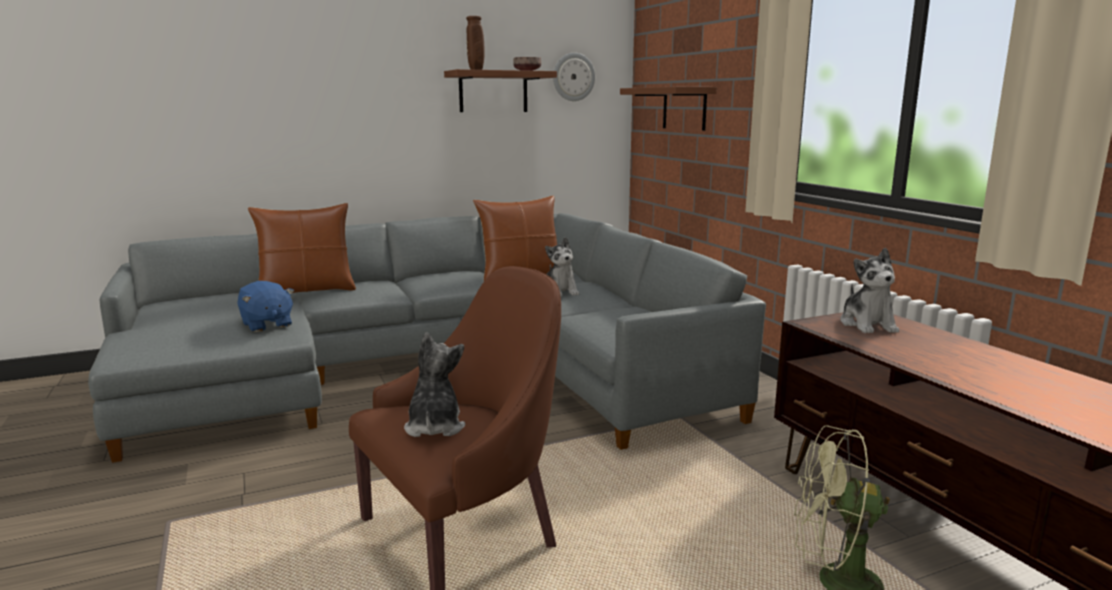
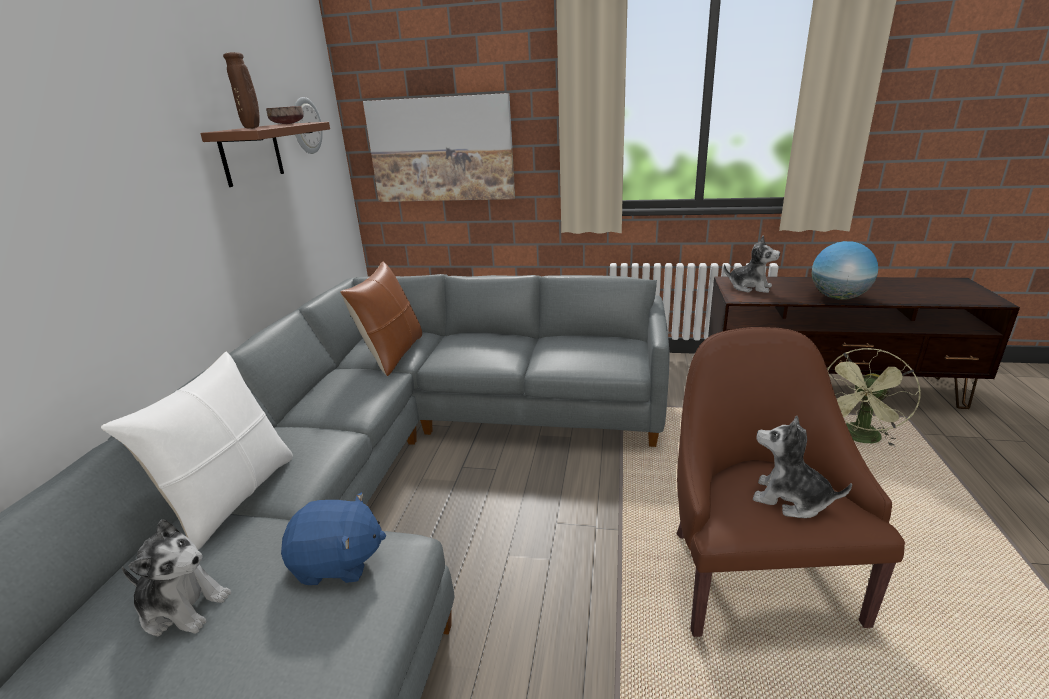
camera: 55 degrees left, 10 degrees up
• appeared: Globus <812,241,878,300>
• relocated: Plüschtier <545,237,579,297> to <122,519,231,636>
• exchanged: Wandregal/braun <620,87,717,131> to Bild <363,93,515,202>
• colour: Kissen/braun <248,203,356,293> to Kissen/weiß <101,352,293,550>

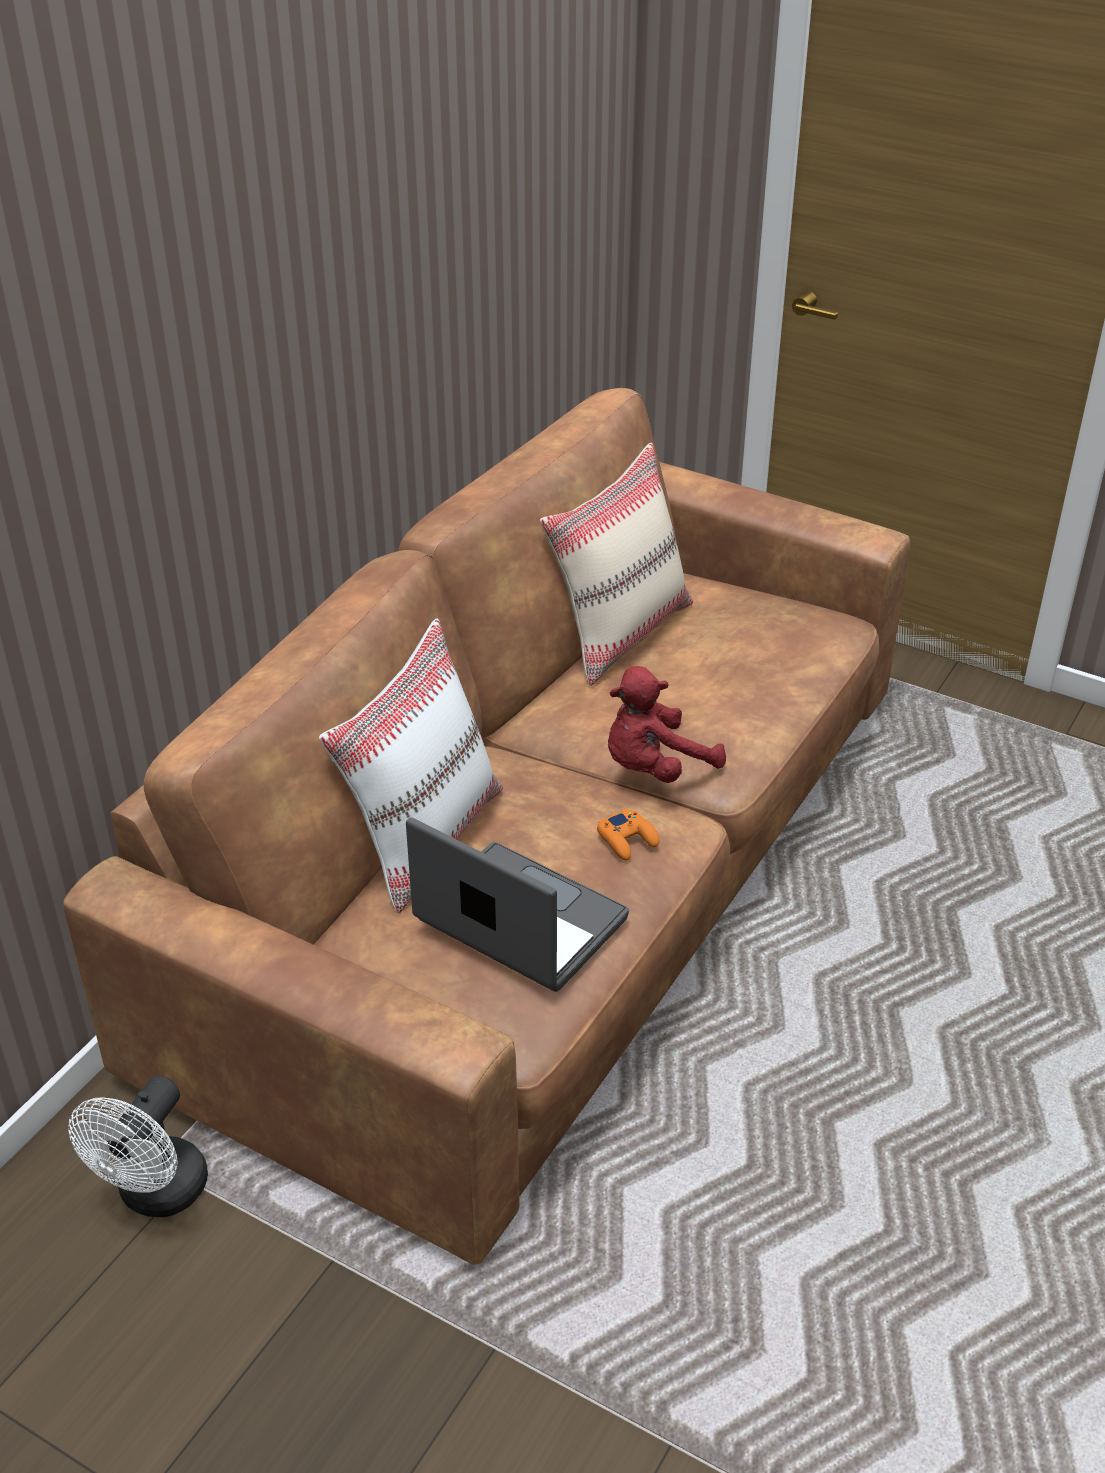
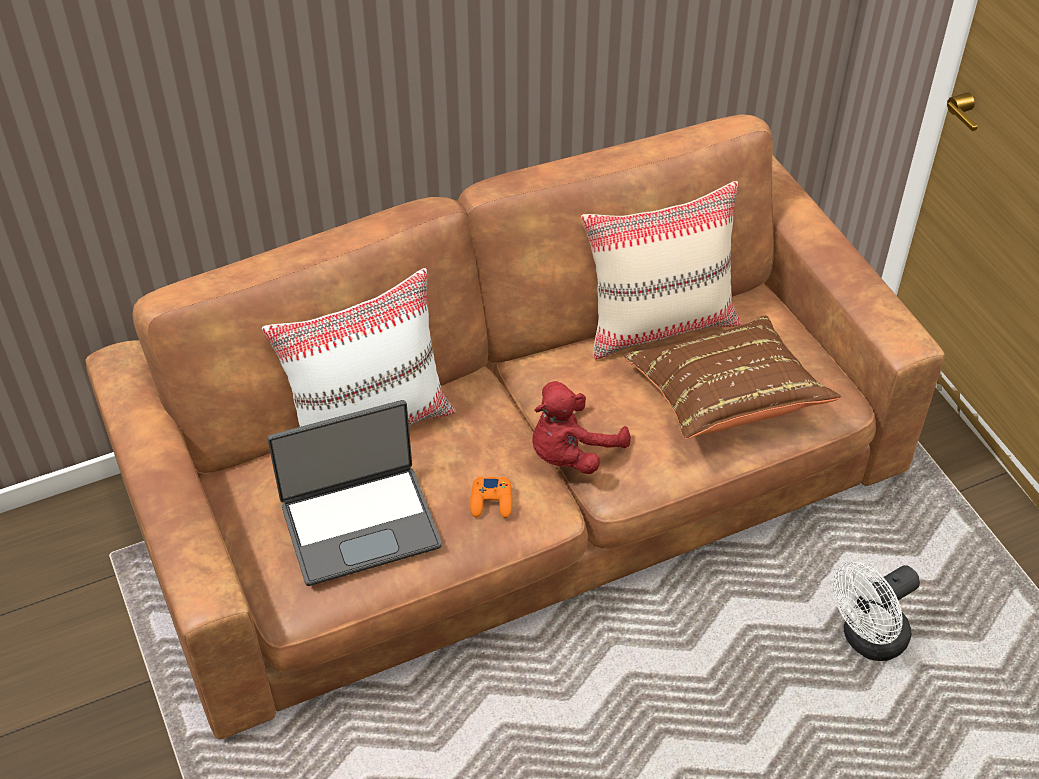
camera: 35 degrees right, 10 degrees up
• appeared: Kissen/braun <623,316,841,439>
• relocated: Ventilator/weiß <68,1076,208,1217> to <833,562,920,661>
• spun: Laptop <406,817,629,992> = <267,400,442,586> 90 degrees clockwise
• spun: Plüschtier/rot <608,666,726,783> = <532,381,631,474> 45 degrees counterclockwise

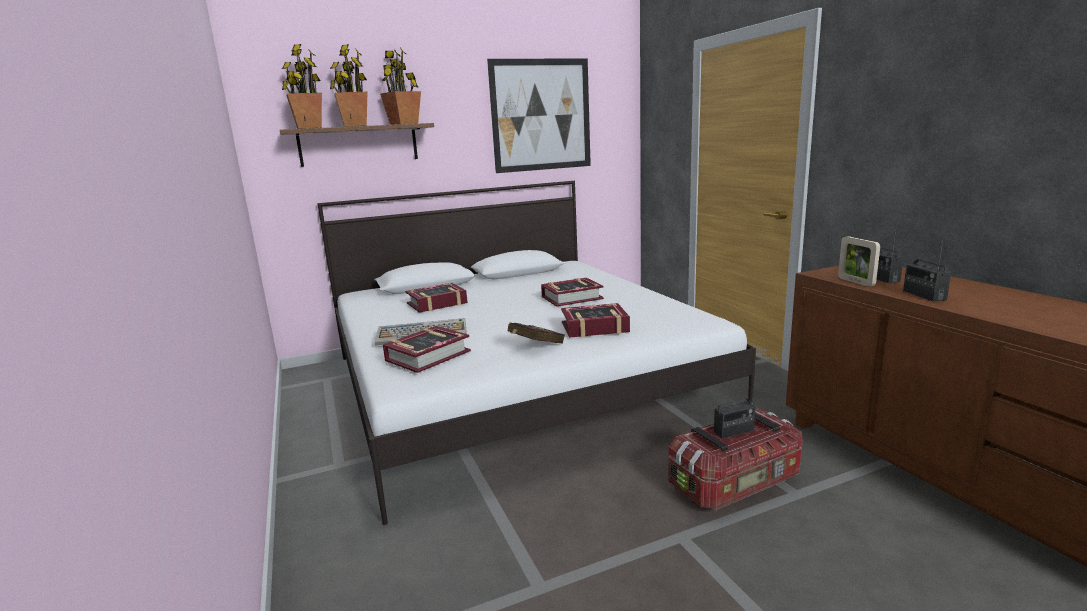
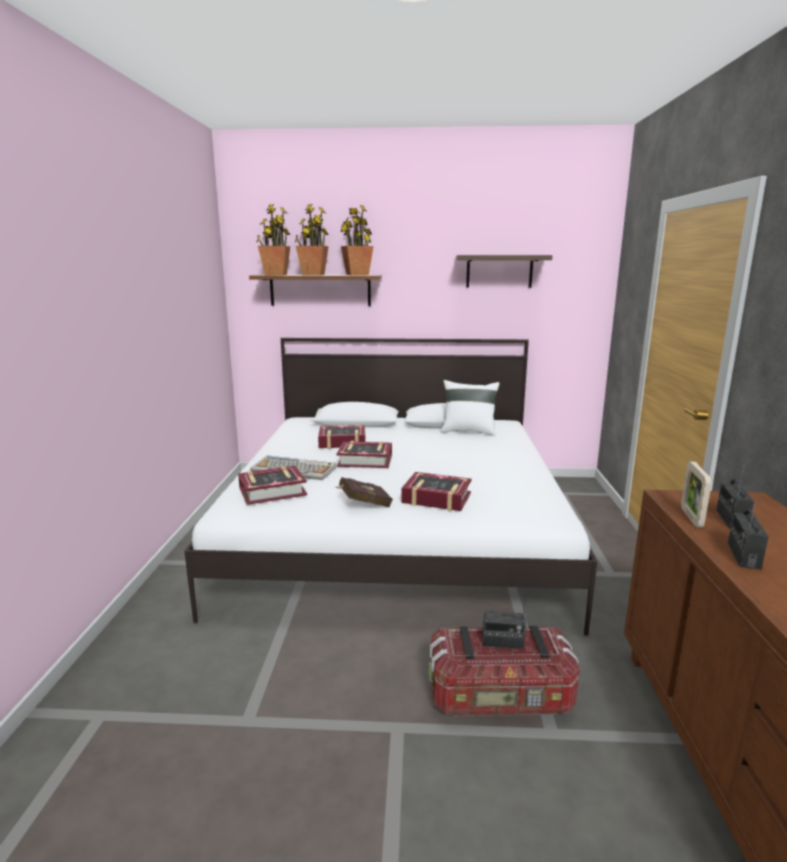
camera: 25 degrees right, 0 degrees up
• appeared: Kissen/weiß <441,380,499,436>
• relocated: Buch <541,278,604,307> to <337,441,392,468>
• exchanged: Bild <487,58,591,173> to Wandregal <456,255,552,288>

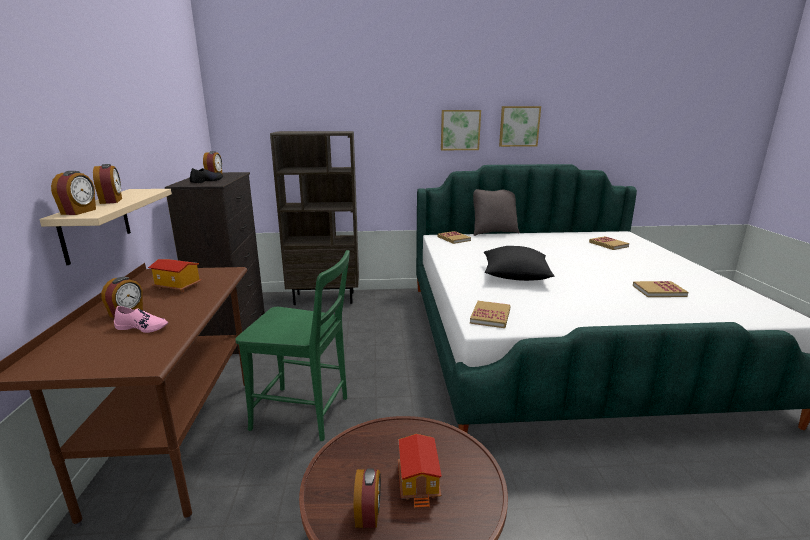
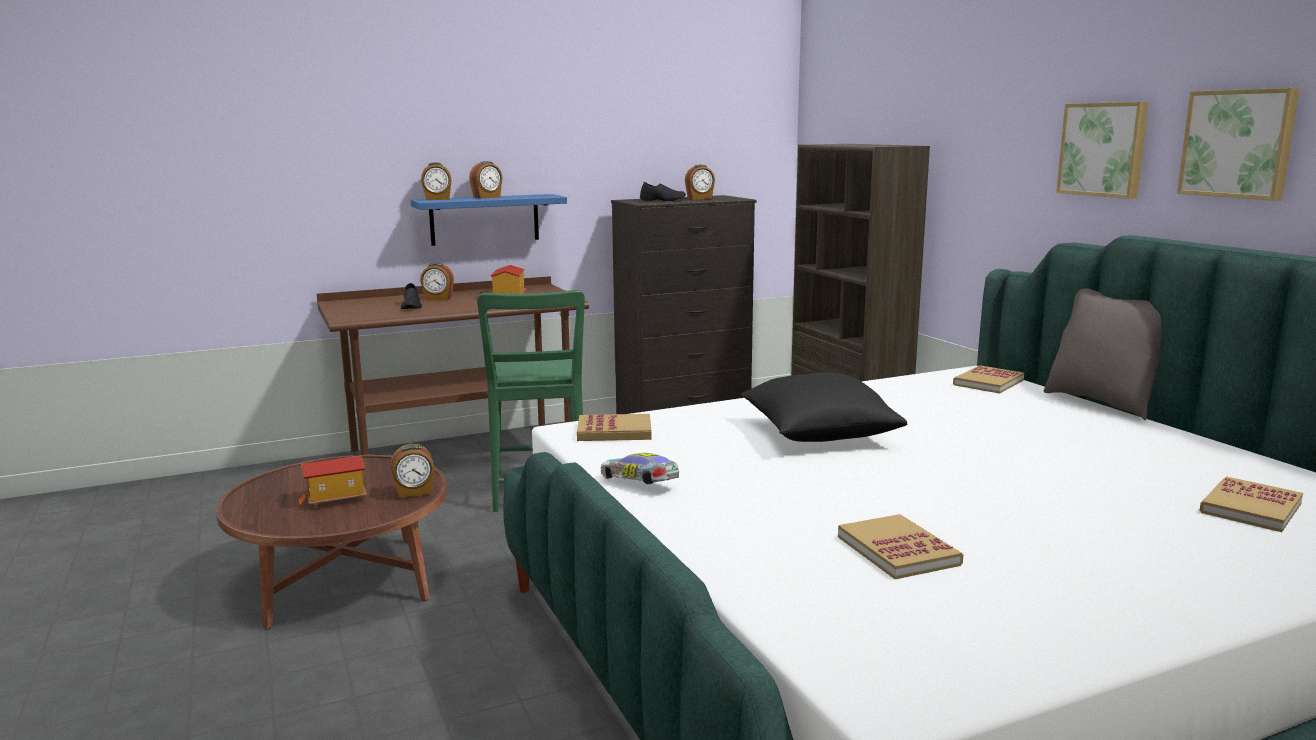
camera: 70 degrees right, 5 degrees down
• appeared: Spielzeugauto <601,453,679,484>
• relocated: Wecker <354,469,381,528> to <391,444,435,498>
• colour: Wandregal/beige <39,189,172,265> to Wandregal/blau <410,194,567,246>
• colour: Schuh/rosa <114,306,168,333> to Schuh/schwarz <401,283,422,309>

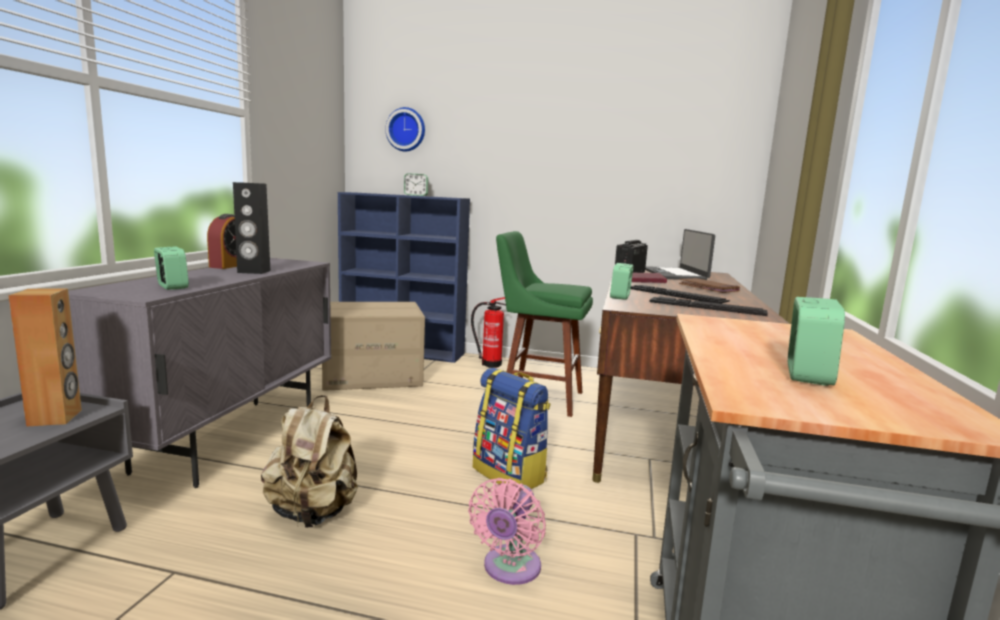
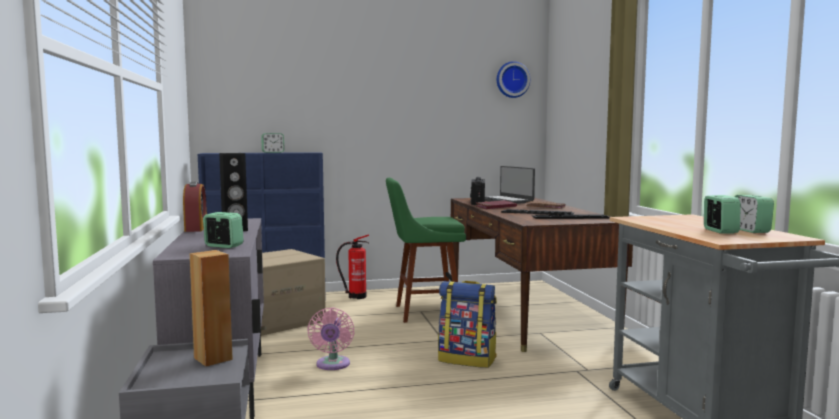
camera: 25 degrees left, 5 degrees down
• missing: Rucksack/beige <261,395,358,528>
• relocated: Wanduhr <385,107,425,151> to <497,61,530,98>
• relocated: Ventilator/rosa <468,478,546,585> to <307,308,354,370>
• relocated: Wecker <610,263,633,300> to <735,195,774,233>

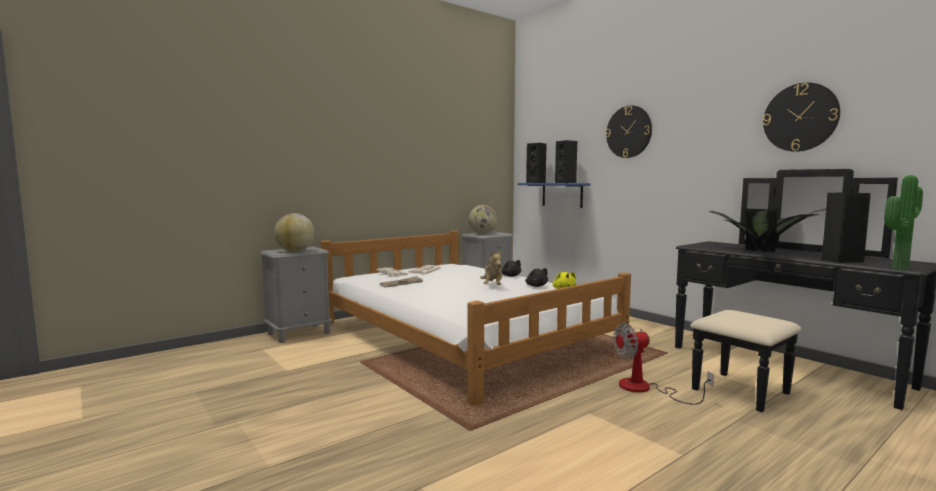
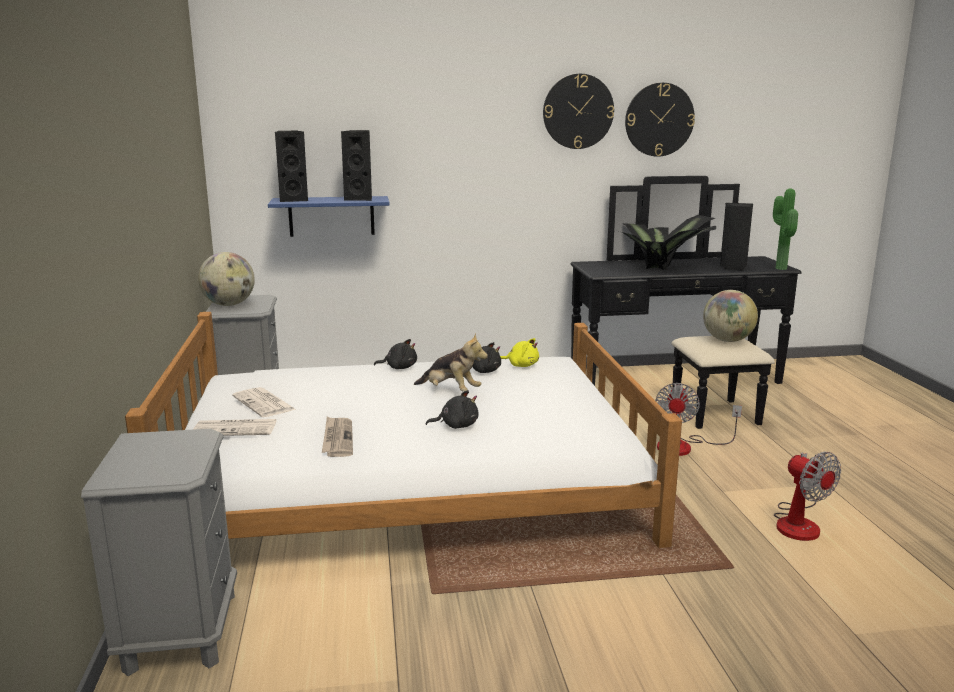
camera: 60 degrees left, 10 degrees up
• appeared: Plüschtier/schwarz <426,390,478,429>
• appeared: Ventilator <774,452,841,541>
• relocated: Globus <274,213,315,252> to <703,290,758,342>
• relocated: Wanduhr <606,105,652,158> to <543,74,614,149>

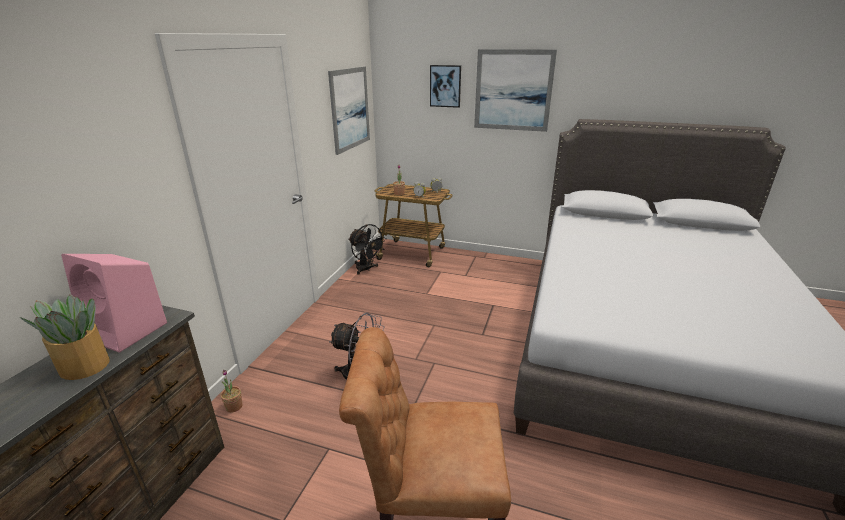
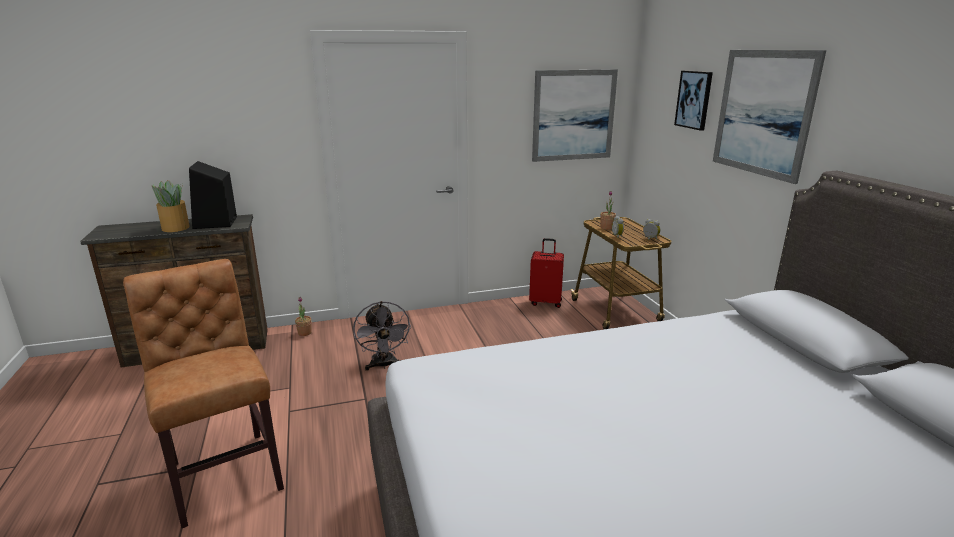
camera: 55 degrees right, 5 degrees down
• exchanged: Ventilator/schwarz <349,224,387,275> to Koffer/rot <529,238,564,308>
• colour: Lautsprecher/rosa <61,254,167,353> to Lautsprecher/schwarz <189,161,237,229>

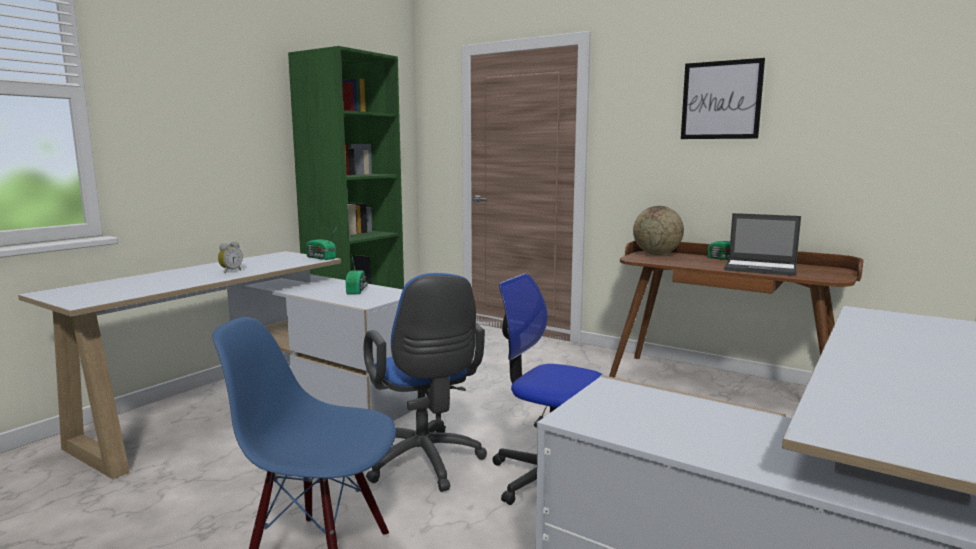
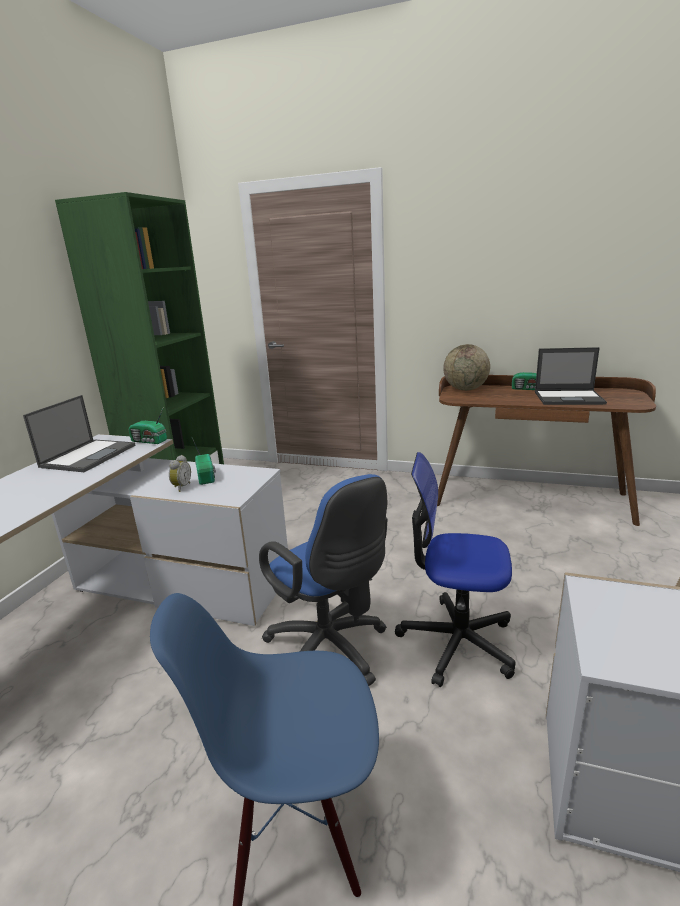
camera: 15 degrees left, 10 degrees up
• missing: Bild <681,58,765,139>
• appeared: Laptop <23,395,136,472>
• relocated: Wecker <218,242,243,273> to <169,455,191,492>

